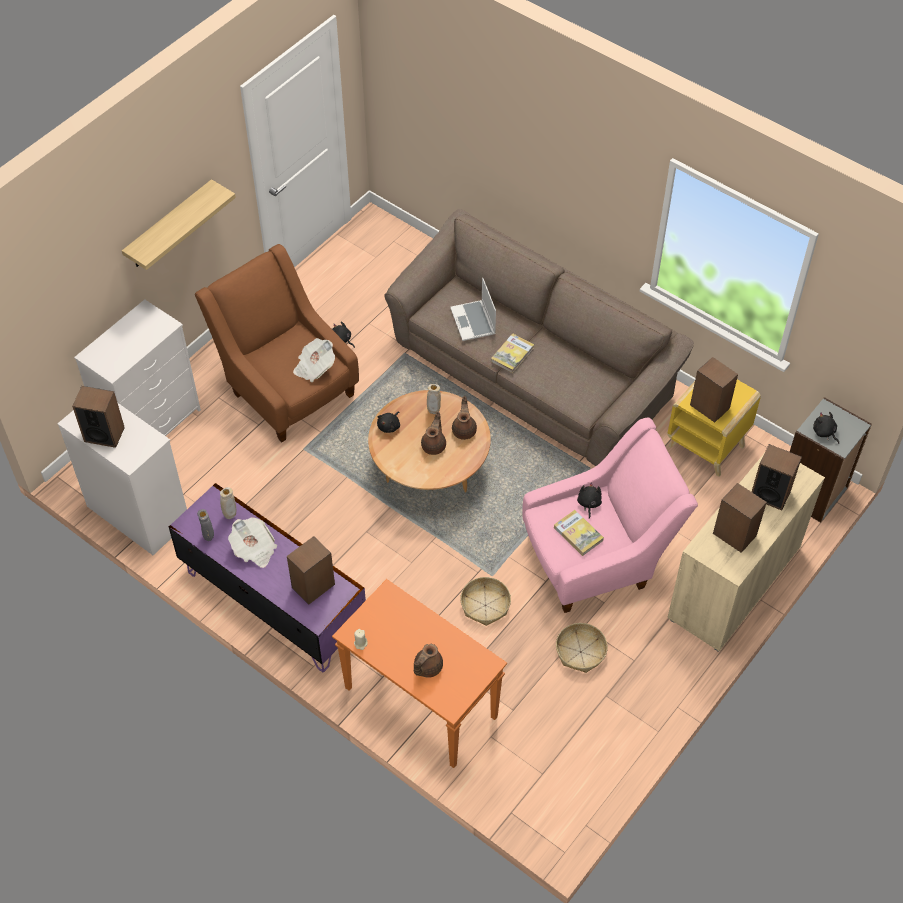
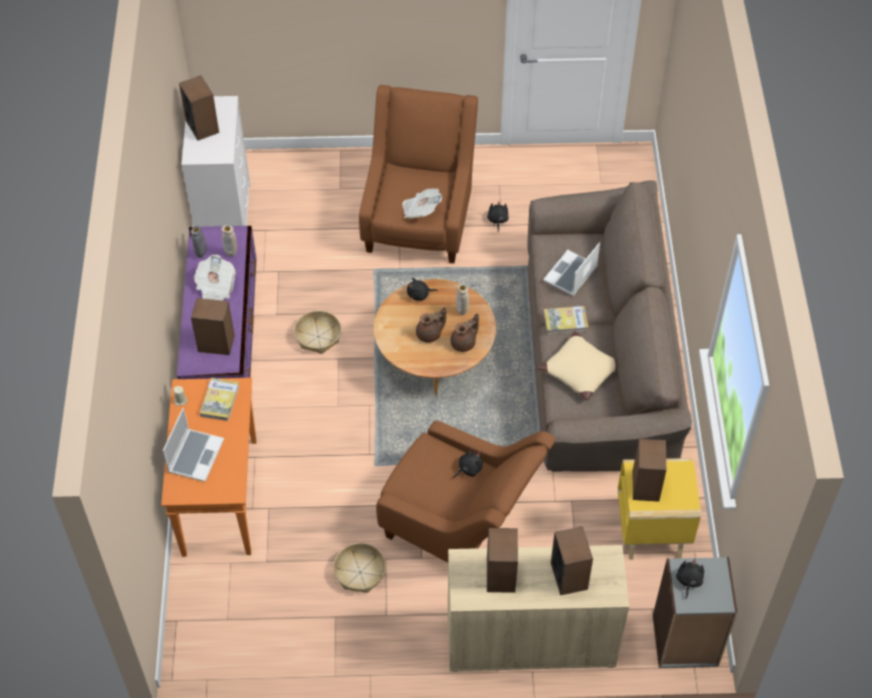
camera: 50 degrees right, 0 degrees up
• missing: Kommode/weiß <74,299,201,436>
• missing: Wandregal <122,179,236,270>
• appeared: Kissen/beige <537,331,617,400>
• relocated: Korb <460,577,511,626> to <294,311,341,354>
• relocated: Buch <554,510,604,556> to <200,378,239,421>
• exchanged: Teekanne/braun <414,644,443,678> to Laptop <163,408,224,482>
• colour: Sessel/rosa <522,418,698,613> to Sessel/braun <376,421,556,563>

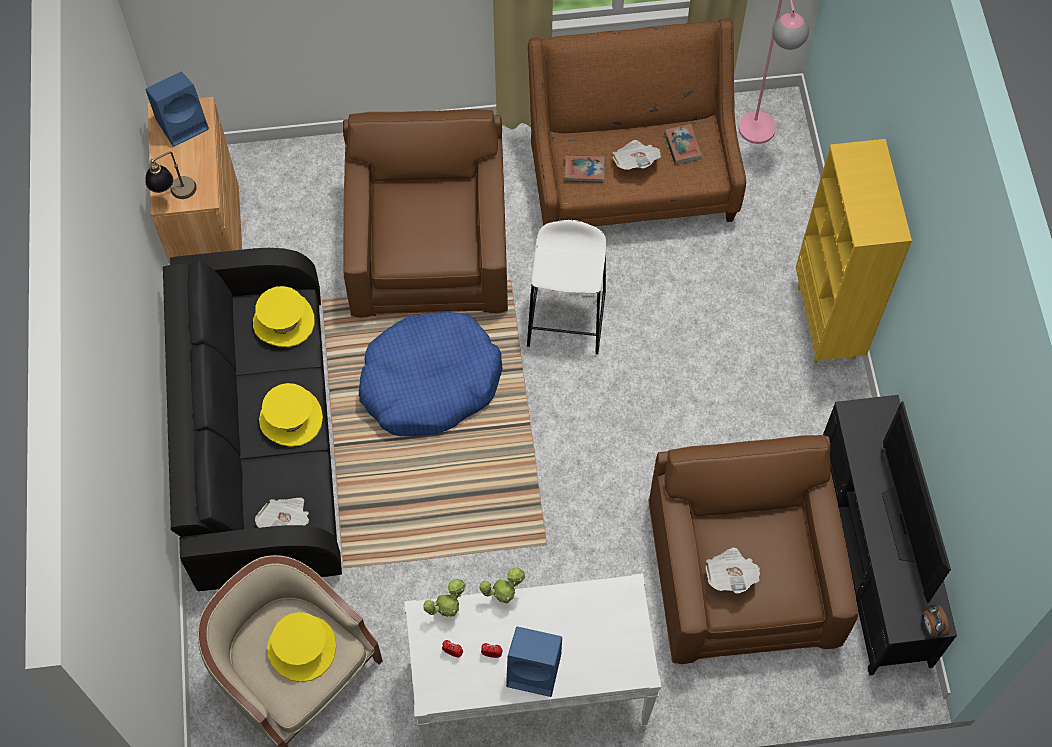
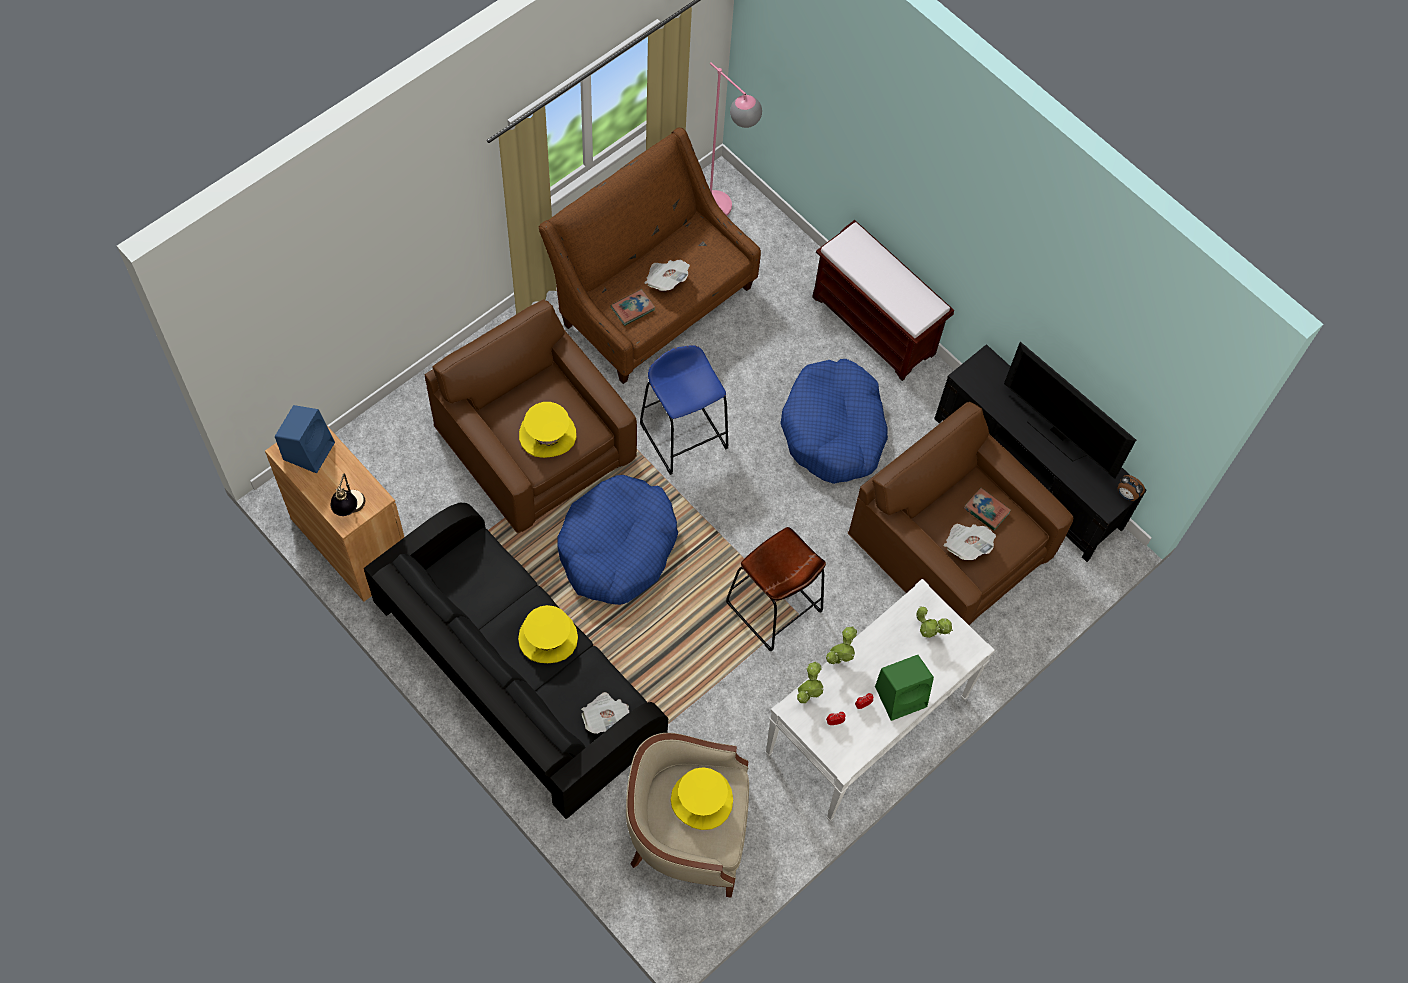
camera: 40 degrees left, 0 degrees up
• appeared: Hocker/braun <726,527,826,651>
• appeared: Hundebett/blau <781,359,888,484>
• appeared: Topfpflanze <916,606,953,638>
• relocated: Hut/gelb <253,286,315,347> to <519,402,576,458>
• relocated: Buch <664,124,703,165> to <964,487,1011,531>
• exchanged: Bücherregal/gelb <796,139,912,364> to Bank/braun <812,220,954,381>
• colour: Lautsprecher/blau <506,626,562,697> to Lautsprecher/grün <875,655,934,721>
• colour: Hocker/weiß <527,220,607,354> to Hocker/blau <640,345,728,475>

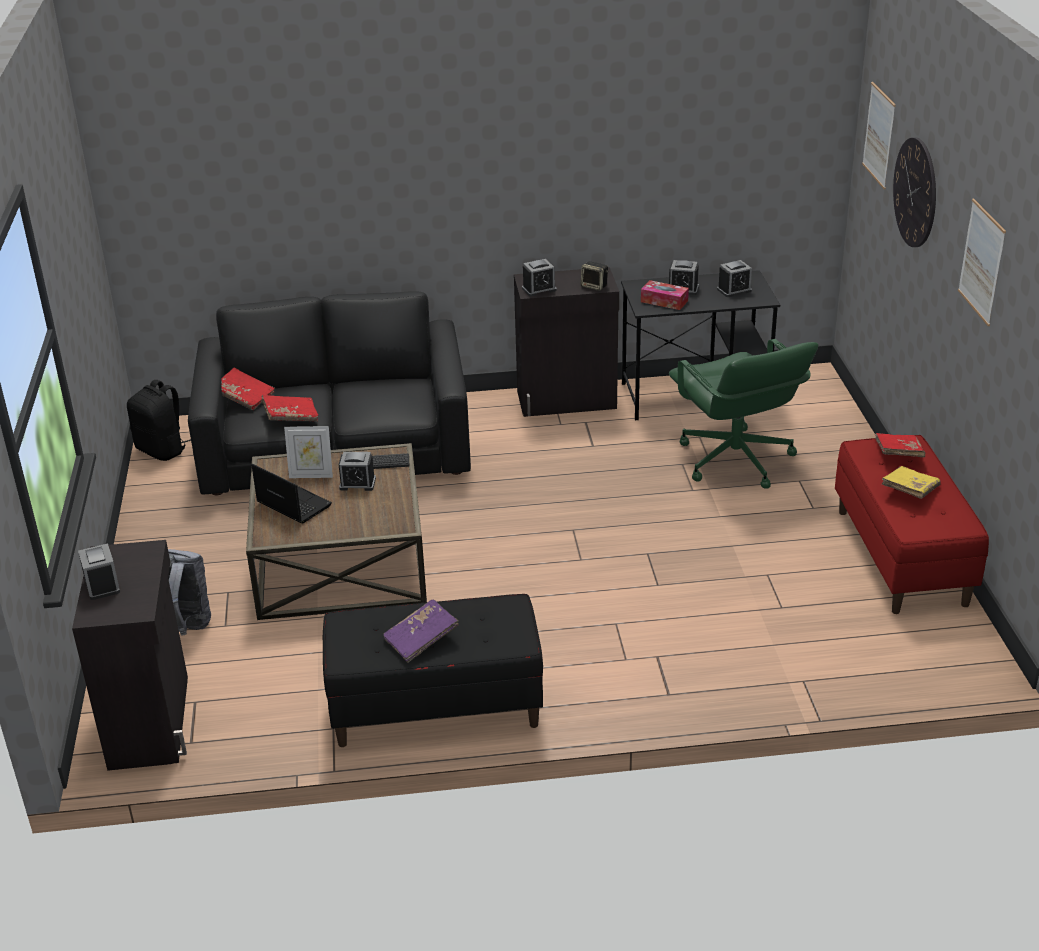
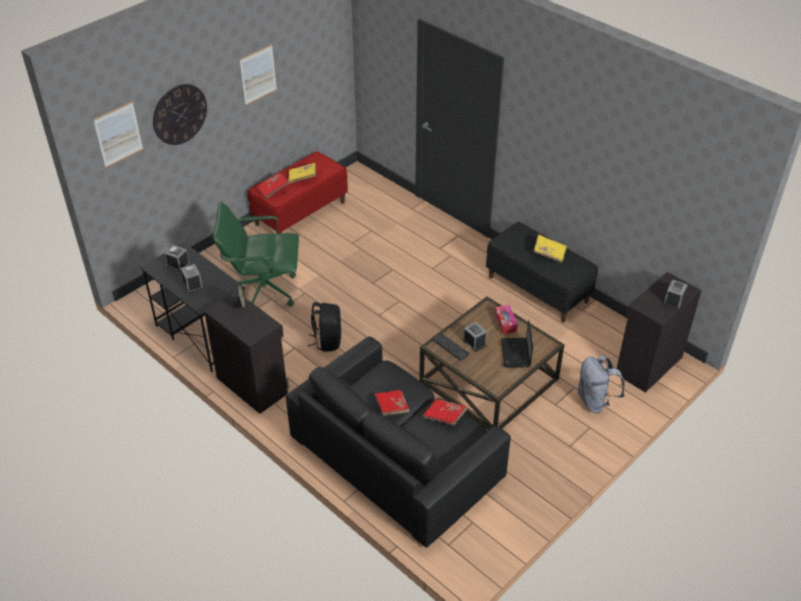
camera: 130 degrees left, 10 degrees up
• missing: Bilderrahmen <284,426,333,478>
• missing: Wecker <522,259,557,297>
• relocated: Rucksack/schwarz <127,380,191,461> to <308,302,341,352>
• relocated: Buch/rot <221,368,275,410> to <375,390,410,416>
• relocated: Taschentuchbox <641,280,689,310> to <494,305,518,334>
• colour: Buch/lila <383,600,459,662> to Buch/gelb <533,235,567,263>
• spun: Bürostuhl/grün <669,339,818,489> = <213,202,299,306> 120 degrees counterclockwise

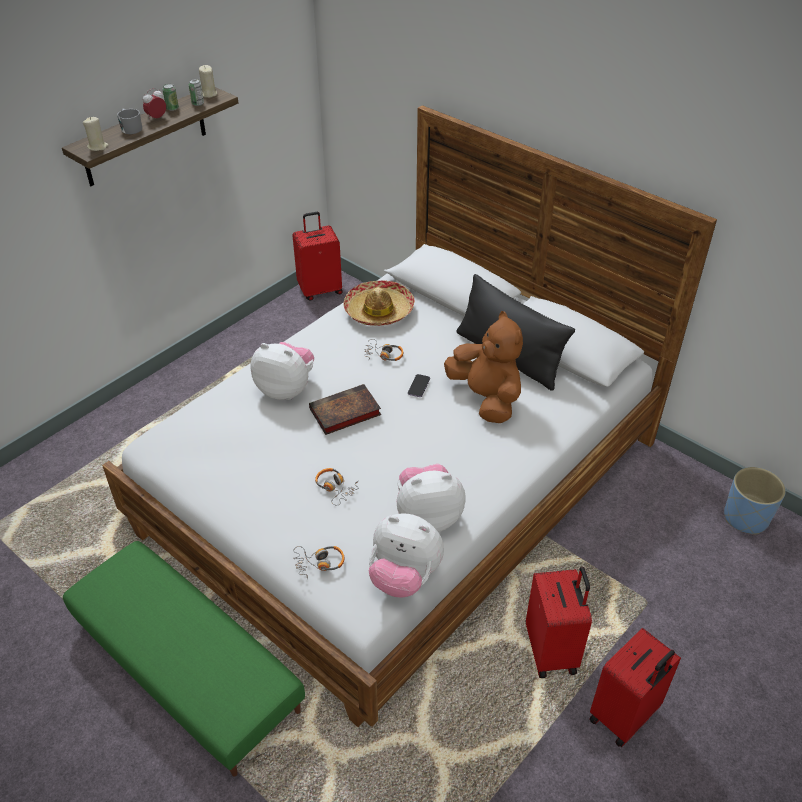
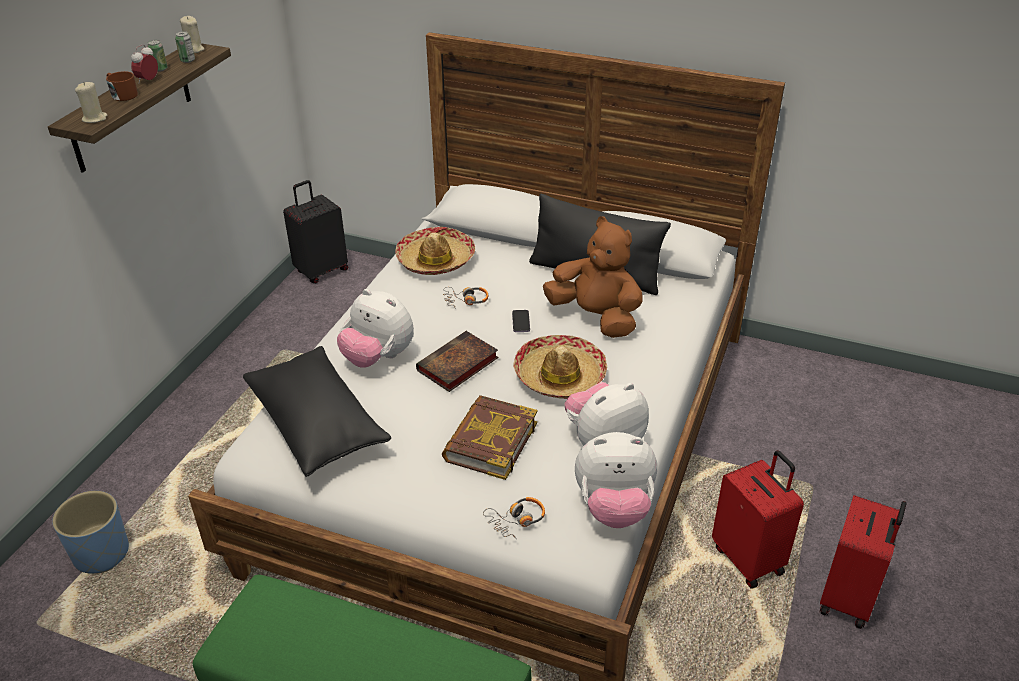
camera: 20 degrees left, 5 degrees down
• appeared: Kissen/schwarz <243,346,391,477>
• appeared: Hut <513,335,607,399>
• relocated: Pflanzkübel/blau <724,467,786,534> to <52,491,129,574>
• exchanged: Kopfhörer <315,468,358,505> to Buch <442,395,537,480>
• colour: Henkelbecher/grau <117,108,142,134> to Henkelbecher/braun <106,71,138,101>
• colour: Koffer/rot <292,212,343,301> to Koffer/schwarz <283,180,348,283>
• spun: Plüschtier <250,342,314,400> = <337,289,414,368> 150 degrees counterclockwise

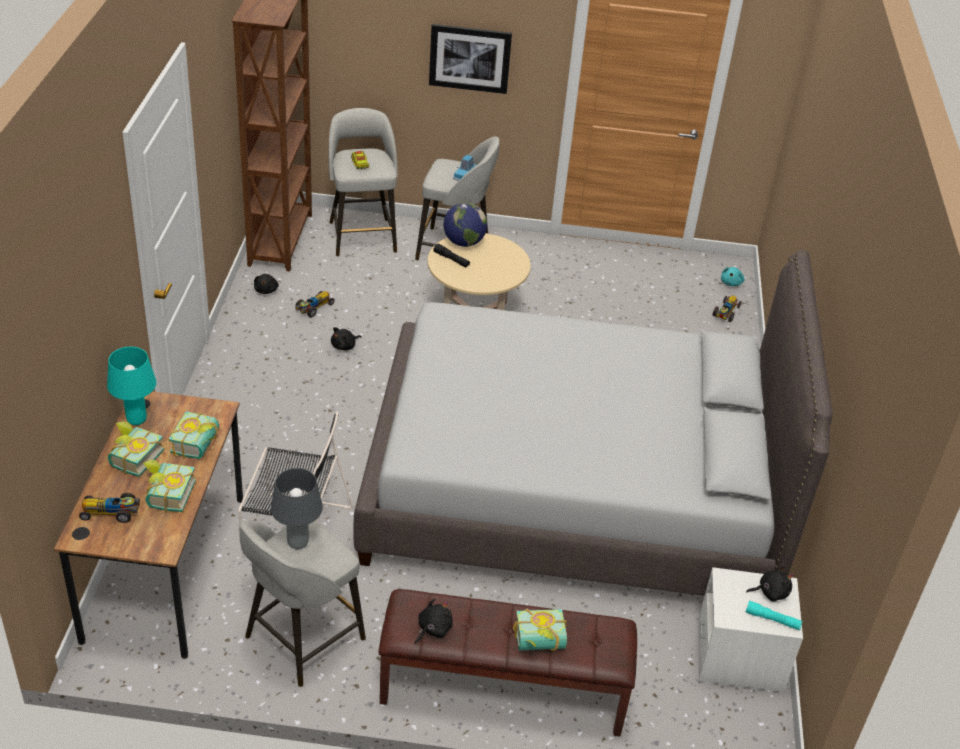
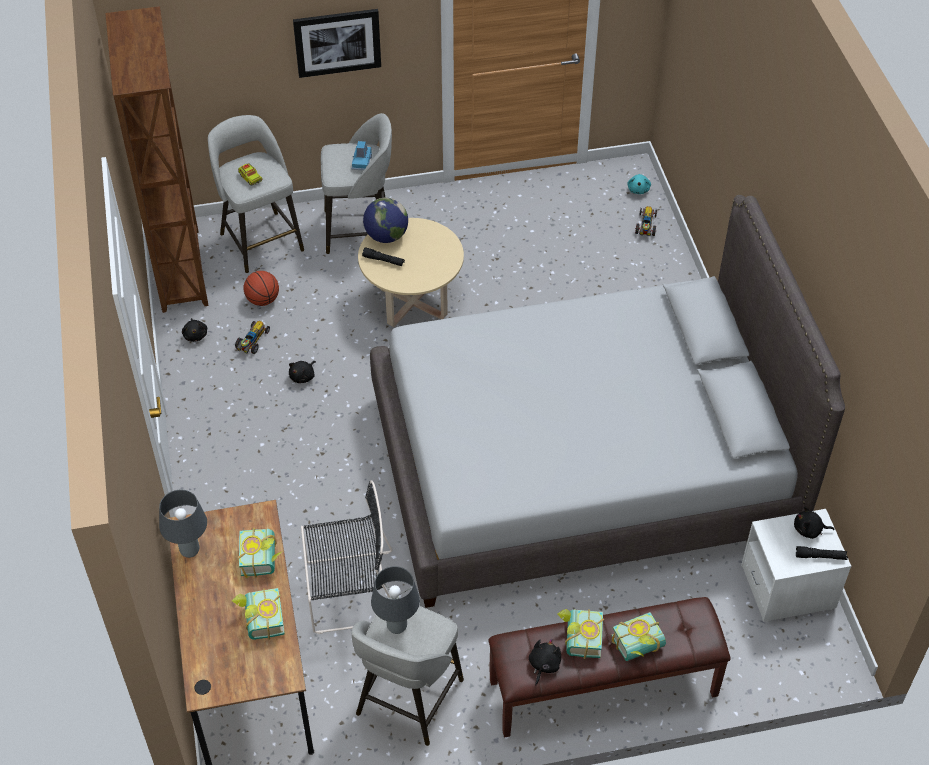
camera: 15 degrees left, 10 degrees up
• missing: Spielzeugauto <79,493,140,523>
• appeared: Basketball <244,271,279,306>
• relocated: Buch <108,421,164,477> to <557,609,604,659>
• colour: Tischlampe/türkis <107,347,156,425> to Tischlampe/grau <159,490,207,558>
• colour: Taschenlampe/türkis <746,601,803,630> to Taschenlampe/schwarz <796,546,848,560>
• spun: Plüschtier/schwarz <746,566,793,602> = <794,506,834,539> 150 degrees counterclockwise

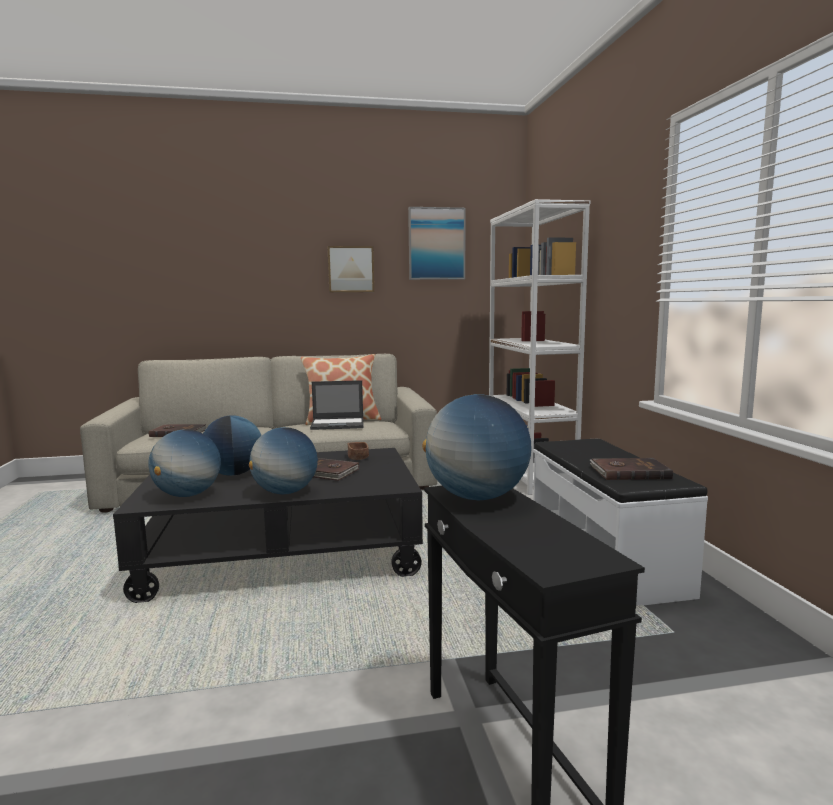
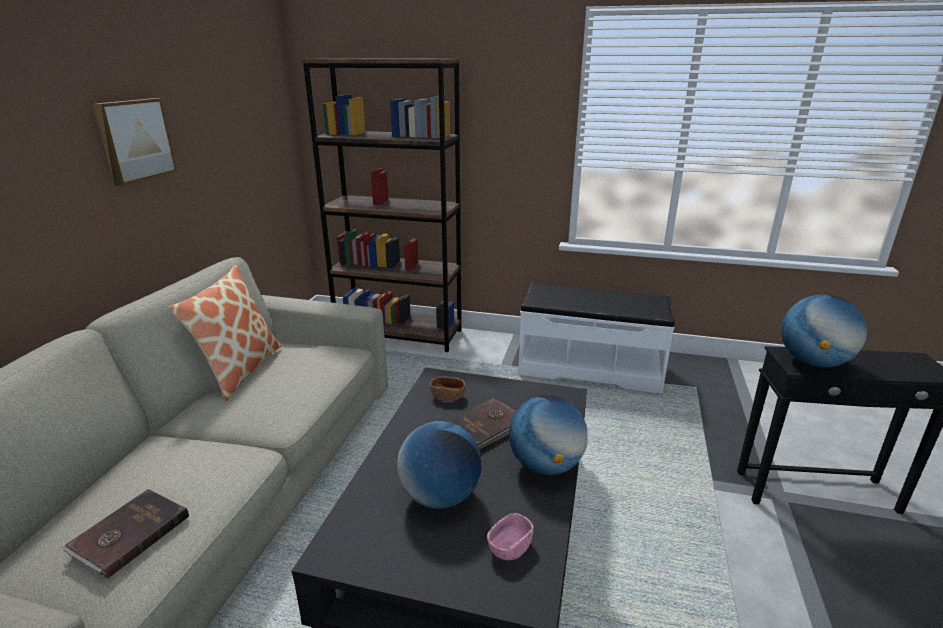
camera: 65 degrees left, 15 degrees up
• missing: Laptop <310,380,364,430>
• missing: Bild <408,207,465,280>
• missing: Buch/braun <589,458,673,480>
• exchanged: Globus <149,429,221,497> to Schüssel/rosa <487,513,534,560>
• colour: Bücherregal/weiß <489,199,590,495> to Bücherregal/braun <302,58,462,352>

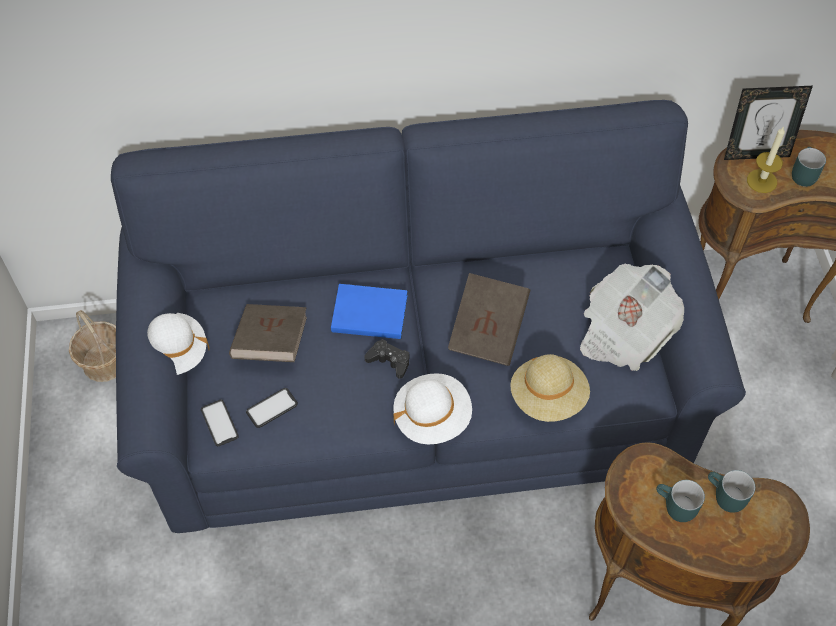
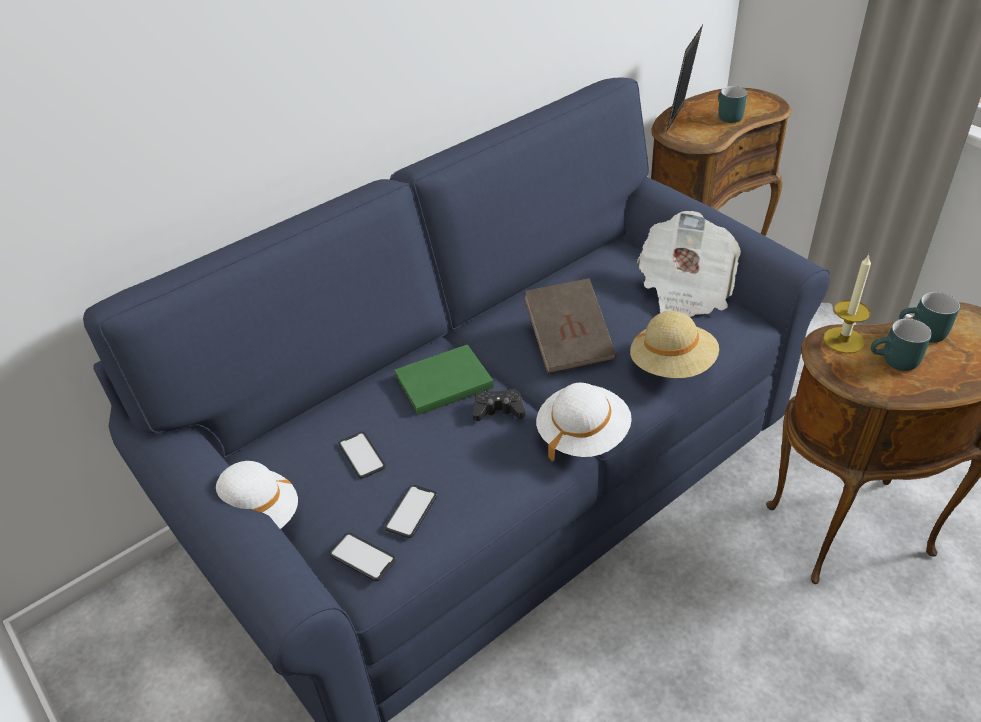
camera: 30 degrees left, 15 degrees down
• missing: Korb <69,310,116,382>
• relocated: Kerze <747,126,785,193> to <823,254,871,354>
• exchanged: Buch/braun <229,304,307,362> to Handy <339,432,386,479>
• colour: Buch/blau <331,284,407,339> to Buch/grün <394,344,494,415>
• spun: Bilderrahmen <724,86,813,160> = <666,25,703,132> 150 degrees clockwise

